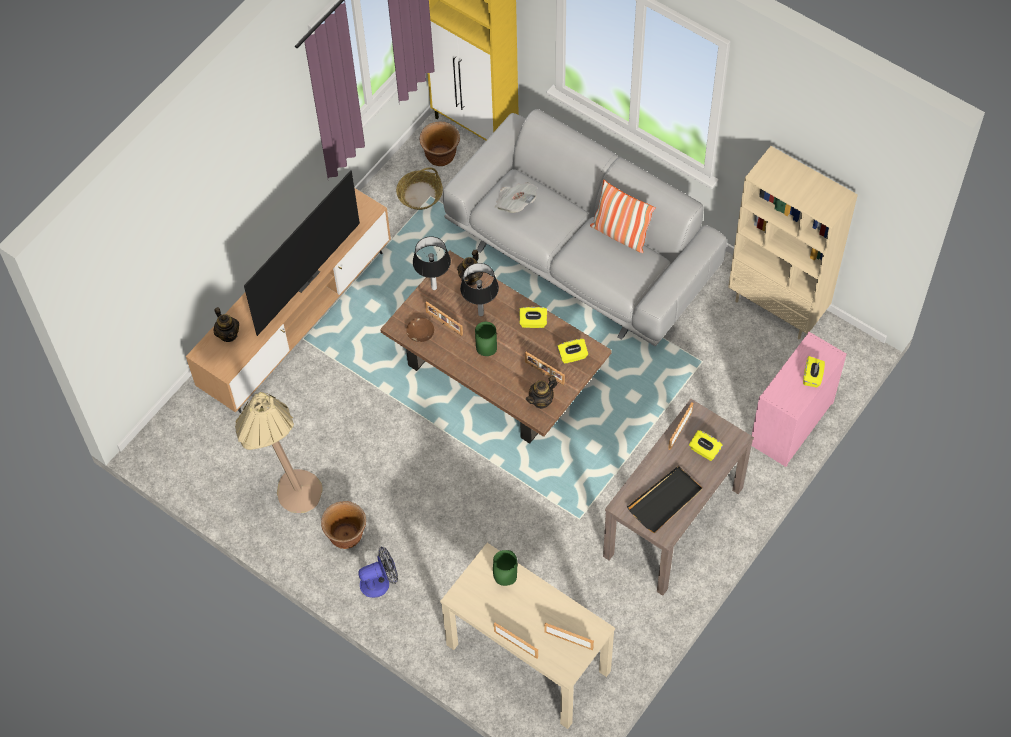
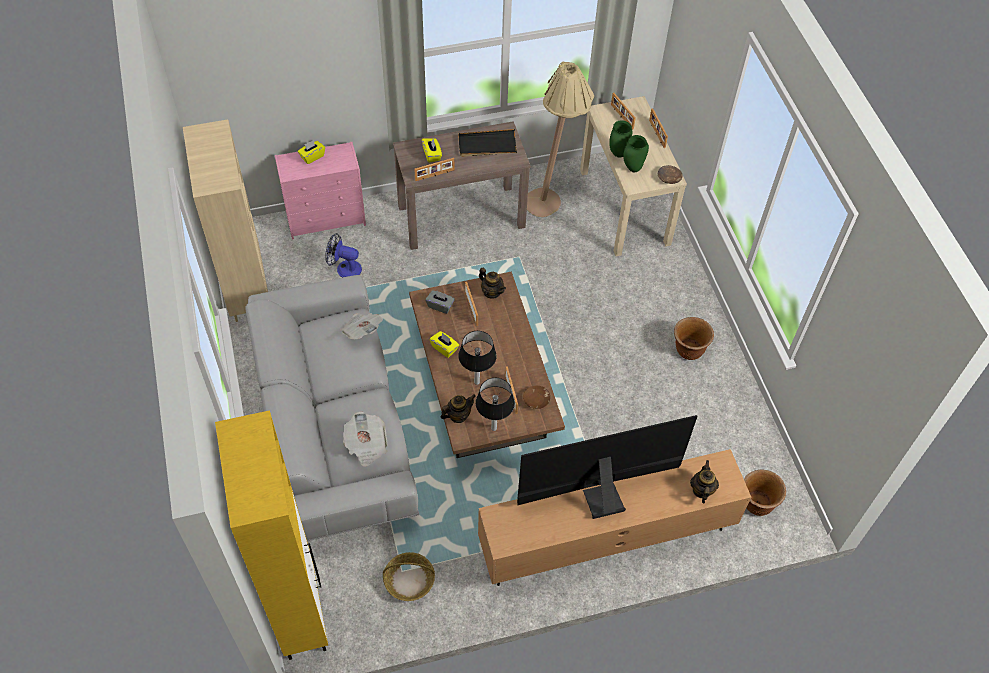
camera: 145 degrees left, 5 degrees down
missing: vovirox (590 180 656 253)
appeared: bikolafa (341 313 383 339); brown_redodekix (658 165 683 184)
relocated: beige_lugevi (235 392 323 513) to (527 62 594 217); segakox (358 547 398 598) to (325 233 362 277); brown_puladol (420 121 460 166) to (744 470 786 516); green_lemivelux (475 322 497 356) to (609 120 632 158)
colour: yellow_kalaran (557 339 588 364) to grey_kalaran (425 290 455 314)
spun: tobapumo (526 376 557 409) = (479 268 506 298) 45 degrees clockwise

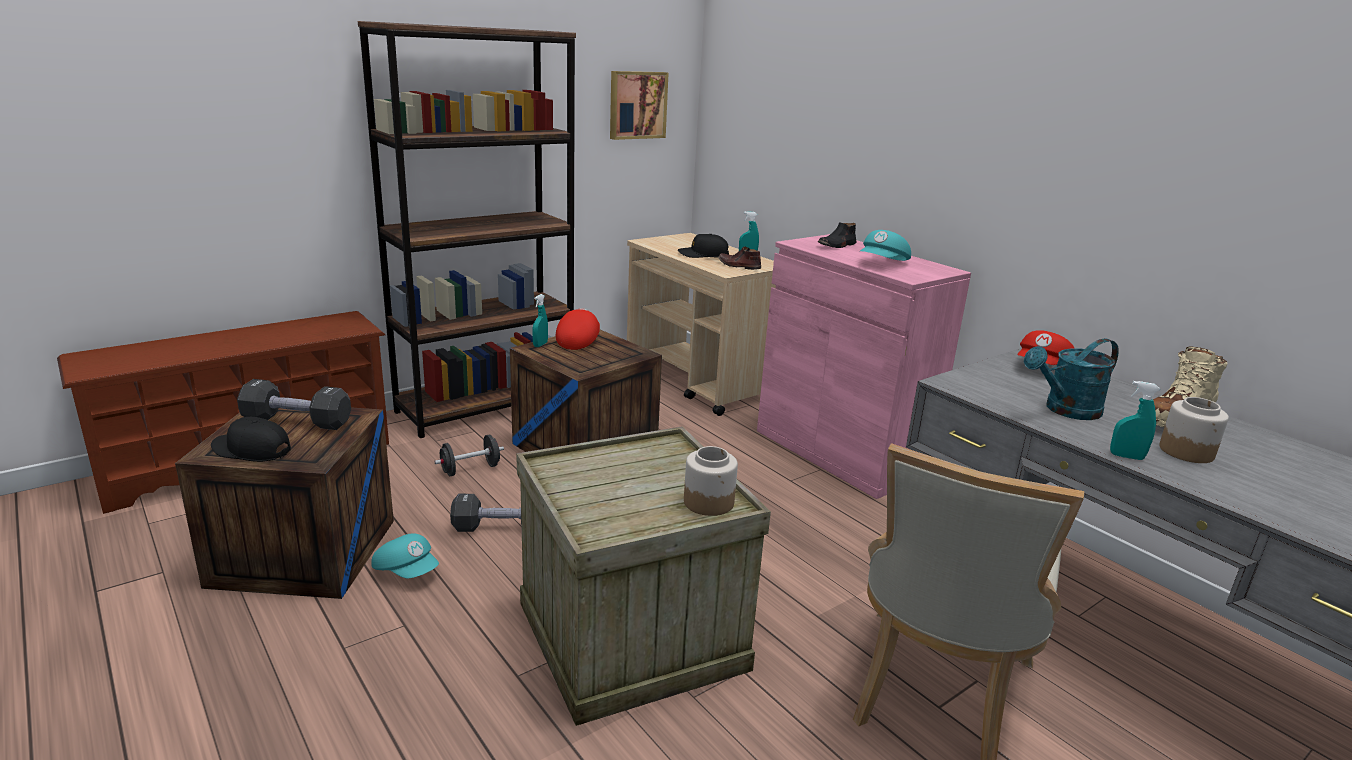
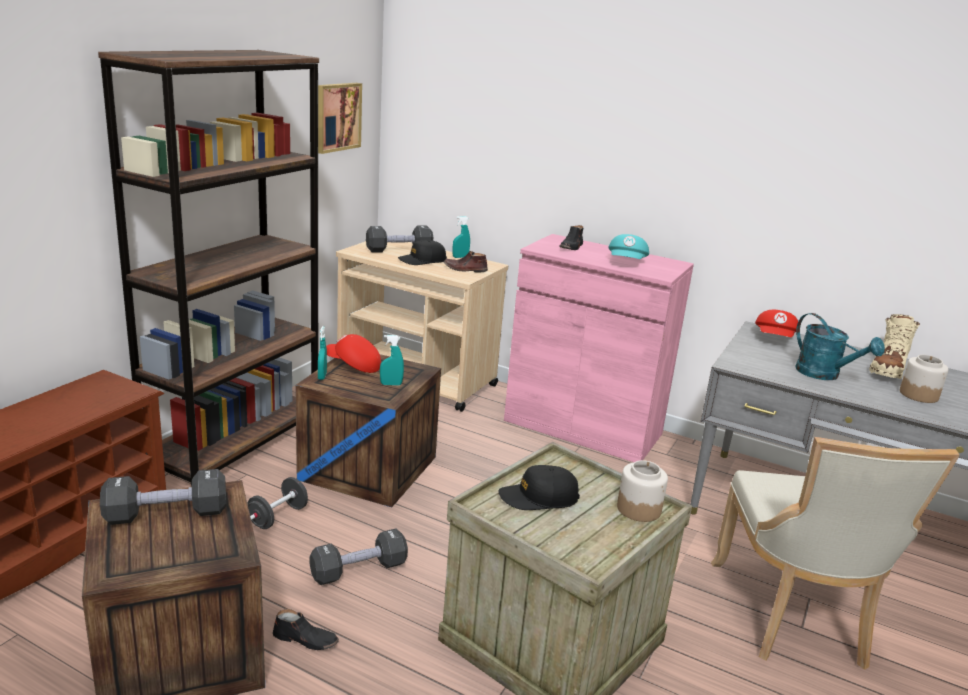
camera: 25 degrees left, 0 degrees up
appeared: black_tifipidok (366 226 433 253)
relocated: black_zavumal (211 417 291 462) to (499 465 580 510); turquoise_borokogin (1110 381 1160 460) to (380 335 404 385)
exchanged: turquoise_zavumal (371 533 439 578) to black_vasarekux (273 609 339 650)
spun: red_zavumal (555 308 600 350) = (326 334 381 373) 60 degrees counterclockwise; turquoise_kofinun (1024 338 1119 420) = (795 313 885 380) 75 degrees counterclockwise

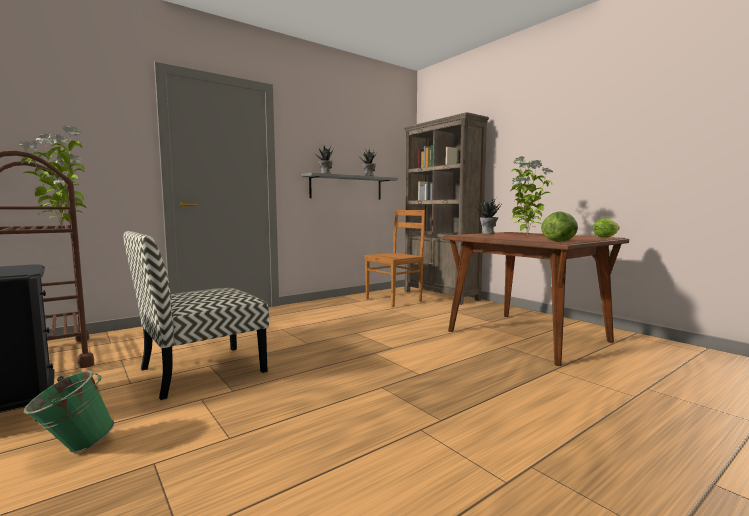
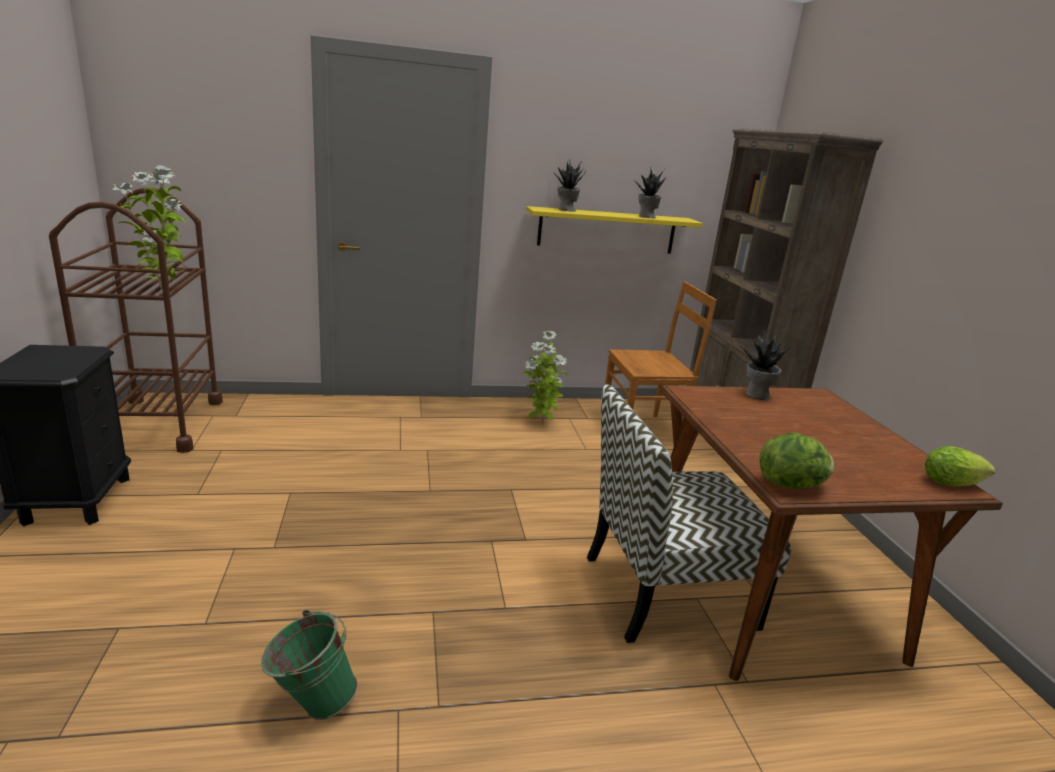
camera: 25 degrees right, 15 degrees up
relocated: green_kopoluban (24 370 114 453) to (261 610 357 720); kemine (123 231 269 400) to (587 384 791 643); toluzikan (510 156 553 235) to (523 331 567 424)
colour: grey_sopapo (301 172 398 199) to yellow_sopapo (526 206 703 254)

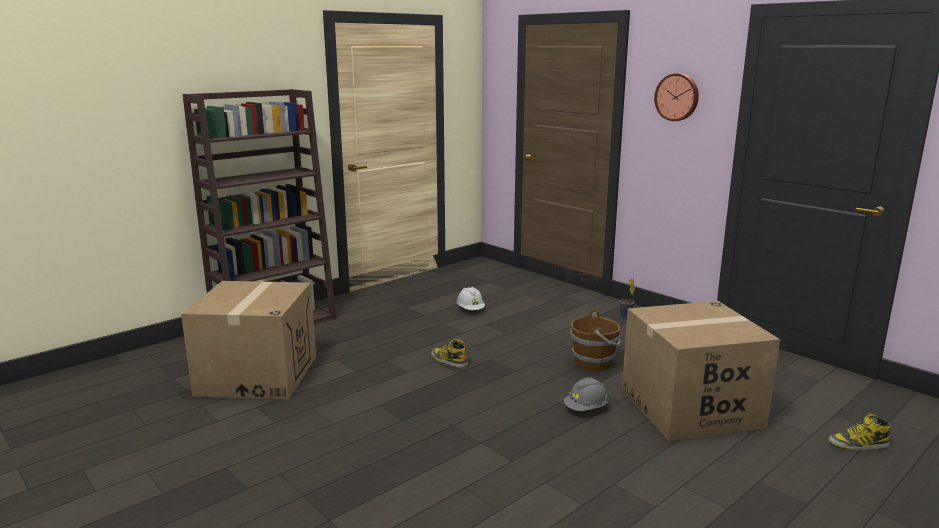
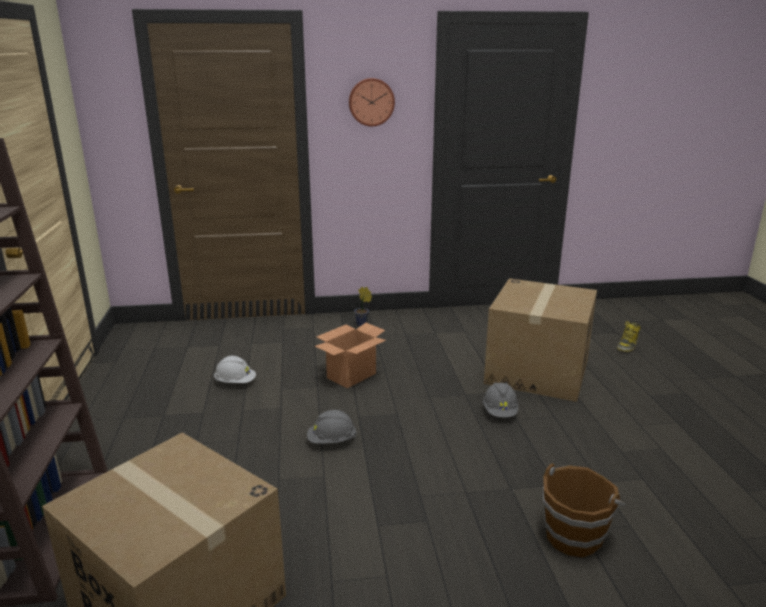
camera: 55 degrees left, 5 degrees up
appeared: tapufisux (315 323 386 388)
relocated: brown_kopoluban (571 310 621 371) to (543 463 625 558)
exchanged: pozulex (431 339 468 368) to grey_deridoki (307 410 356 443)

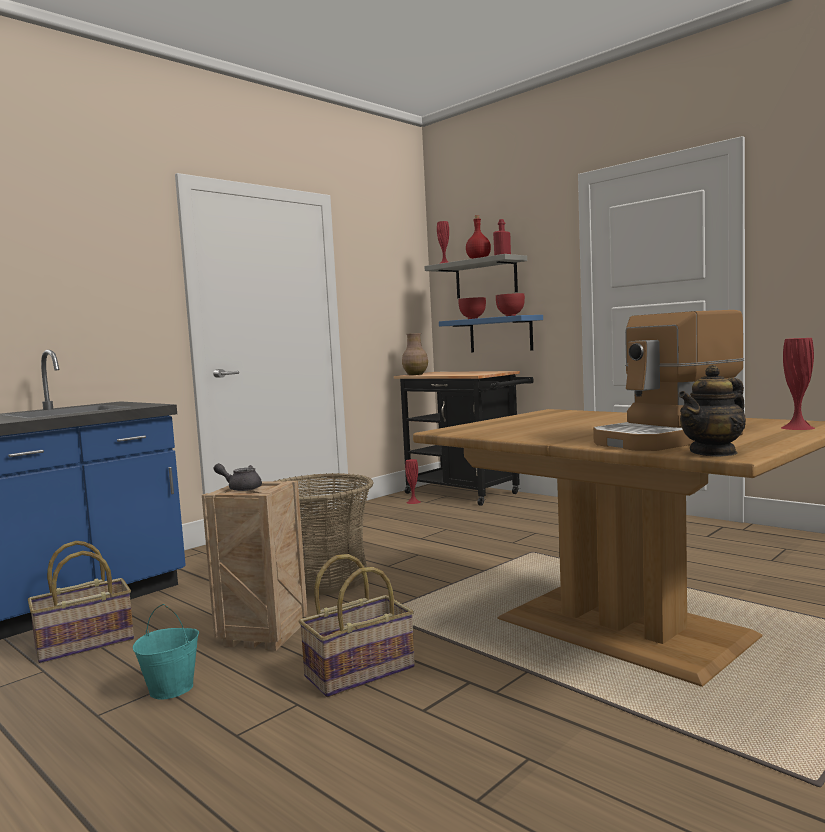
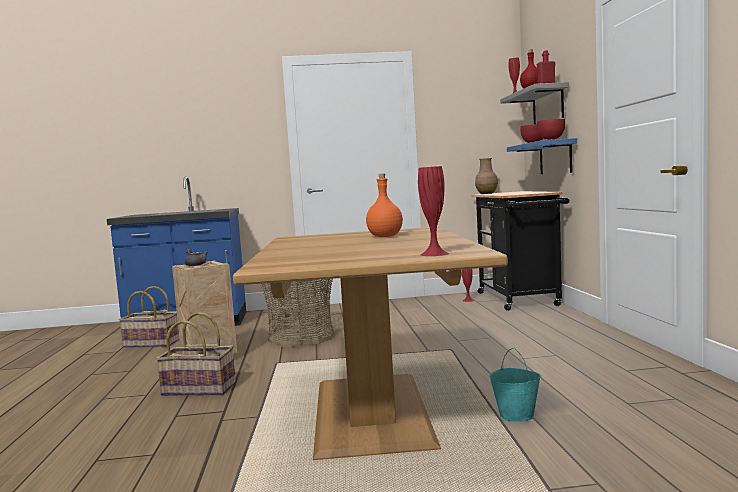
camera: 40 degrees right, 0 degrees up
missing: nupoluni (593 310 744 451); tobapumo (678 365 746 457)
appeared: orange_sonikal (366 174 403 237)
relocated: turquoise_kopoluban (133 604 199 699) to (489 348 541 422)

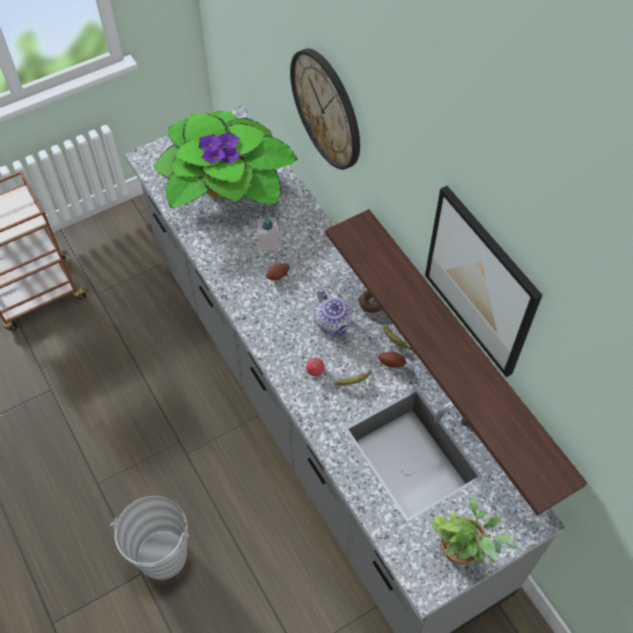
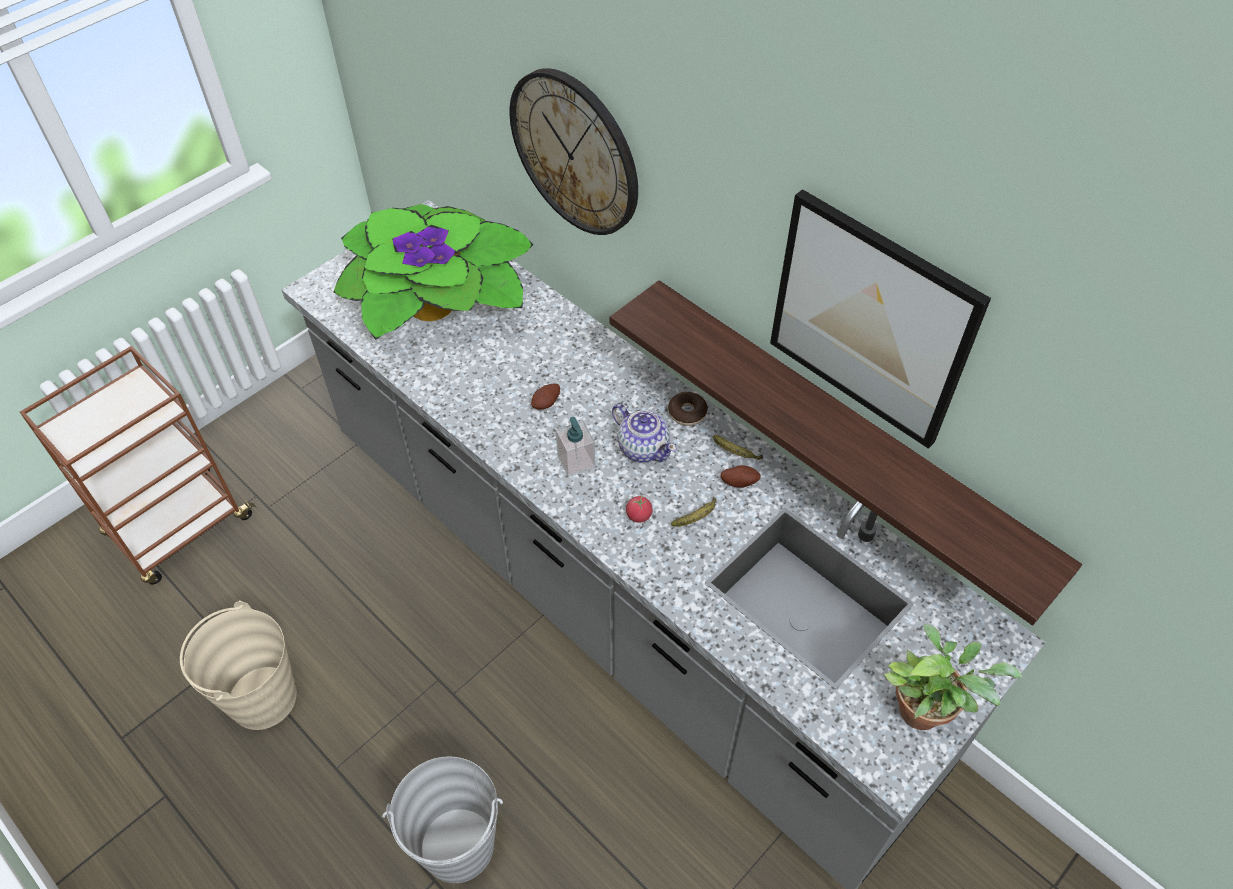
camera: 15 degrees left, 5 degrees down
appeared: beige_kopoluban (180 601 297 730)
relocated: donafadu (257 213 280 252) to (556 417 595 477)

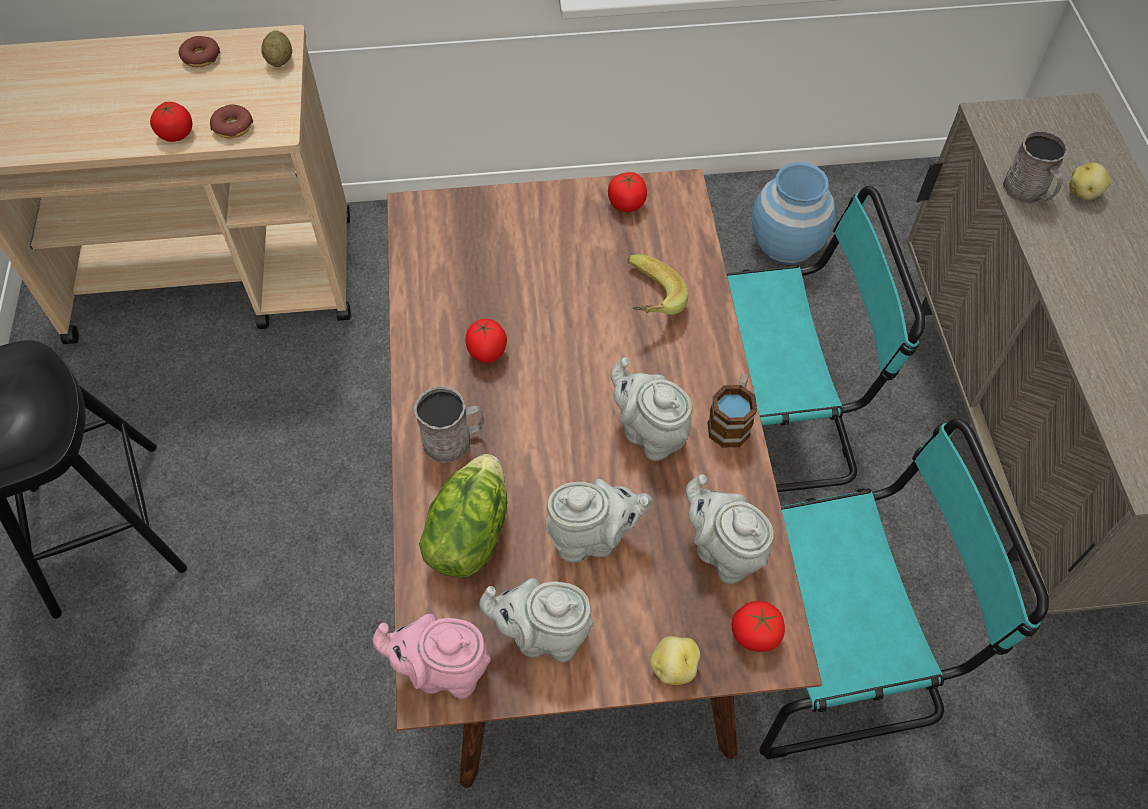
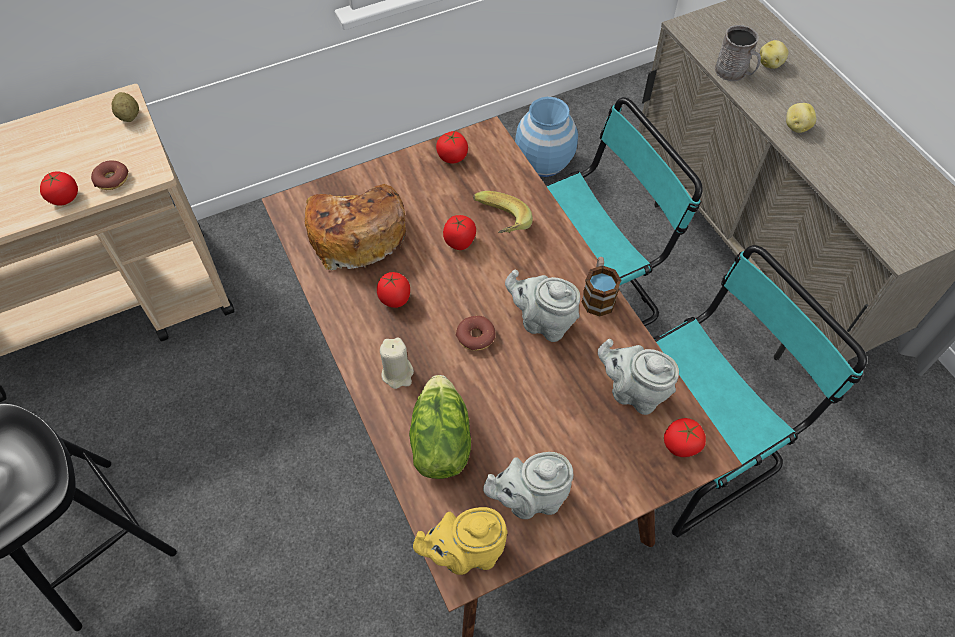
camera: 20 degrees left, 0 degrees up
missing: grey_tobapumo (545 479 653 563)
appeared: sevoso (305 184 406 270); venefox (443 215 476 250)
relocated: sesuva (179 36 220 67) to (456 316 495 351); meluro (650 636 700 685) to (786 103 816 133)
exchanged: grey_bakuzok (414 386 484 463) to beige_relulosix (380 338 414 389)
colour: pink_tobapumo (373 614 491 699) to yellow_tobapumo (413 507 508 575)

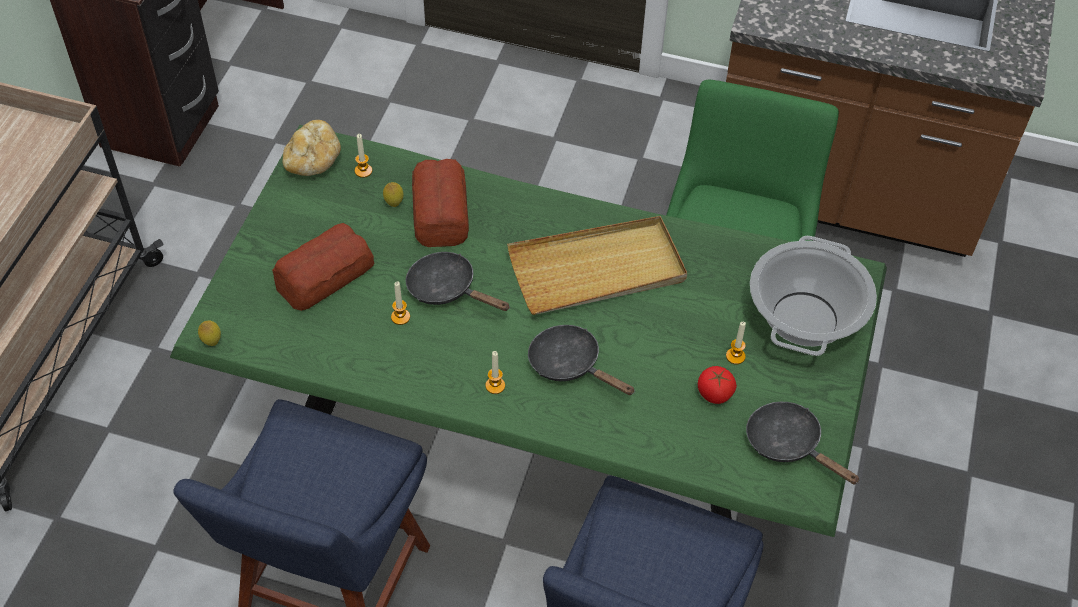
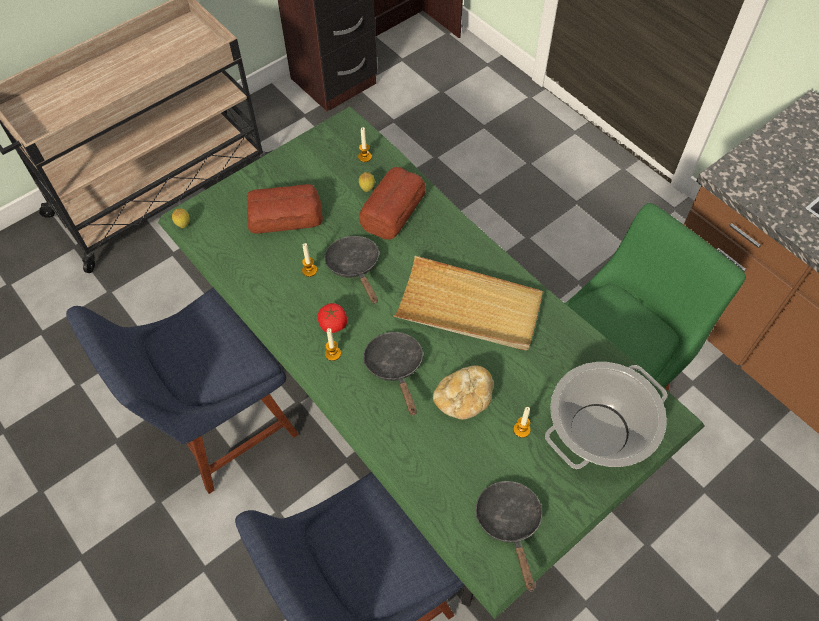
camera: 35 degrees right, 5 degrees up
relocated: sevoso (282 120 341 176) to (433 366 493 420); venefox (698 366 737 404) to (318 303 347 333)

